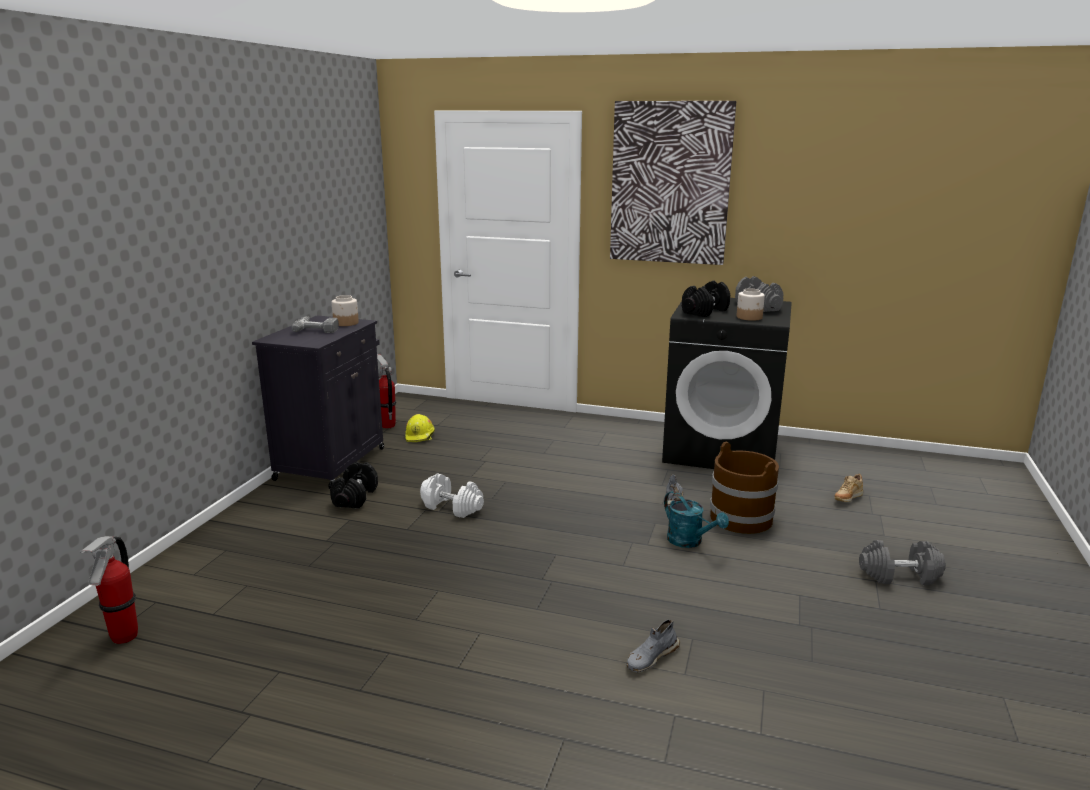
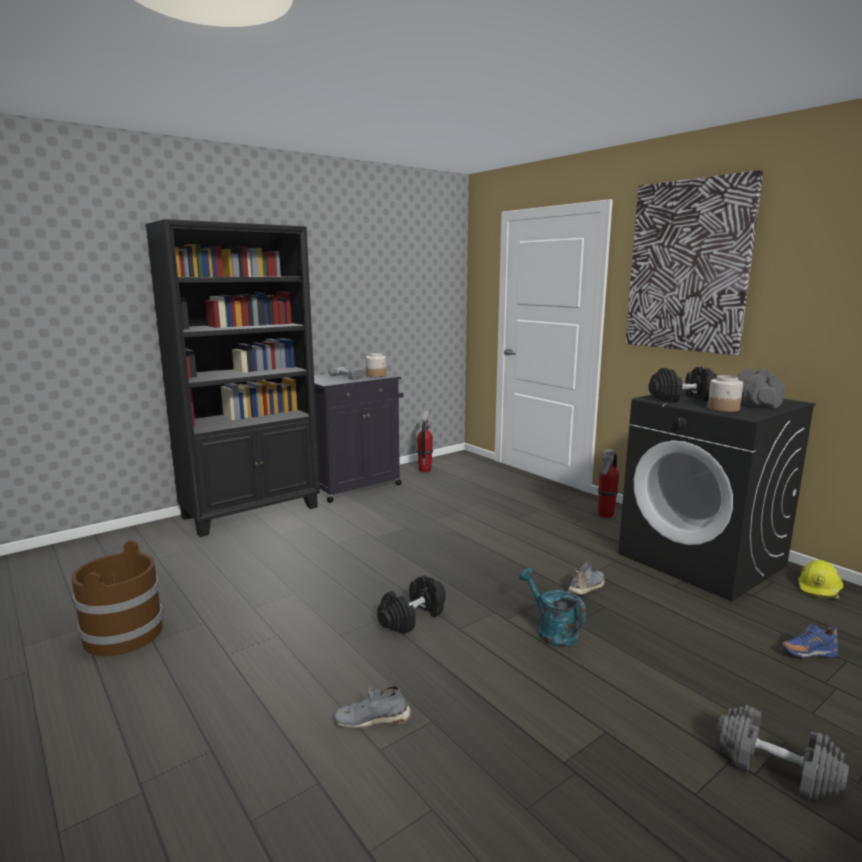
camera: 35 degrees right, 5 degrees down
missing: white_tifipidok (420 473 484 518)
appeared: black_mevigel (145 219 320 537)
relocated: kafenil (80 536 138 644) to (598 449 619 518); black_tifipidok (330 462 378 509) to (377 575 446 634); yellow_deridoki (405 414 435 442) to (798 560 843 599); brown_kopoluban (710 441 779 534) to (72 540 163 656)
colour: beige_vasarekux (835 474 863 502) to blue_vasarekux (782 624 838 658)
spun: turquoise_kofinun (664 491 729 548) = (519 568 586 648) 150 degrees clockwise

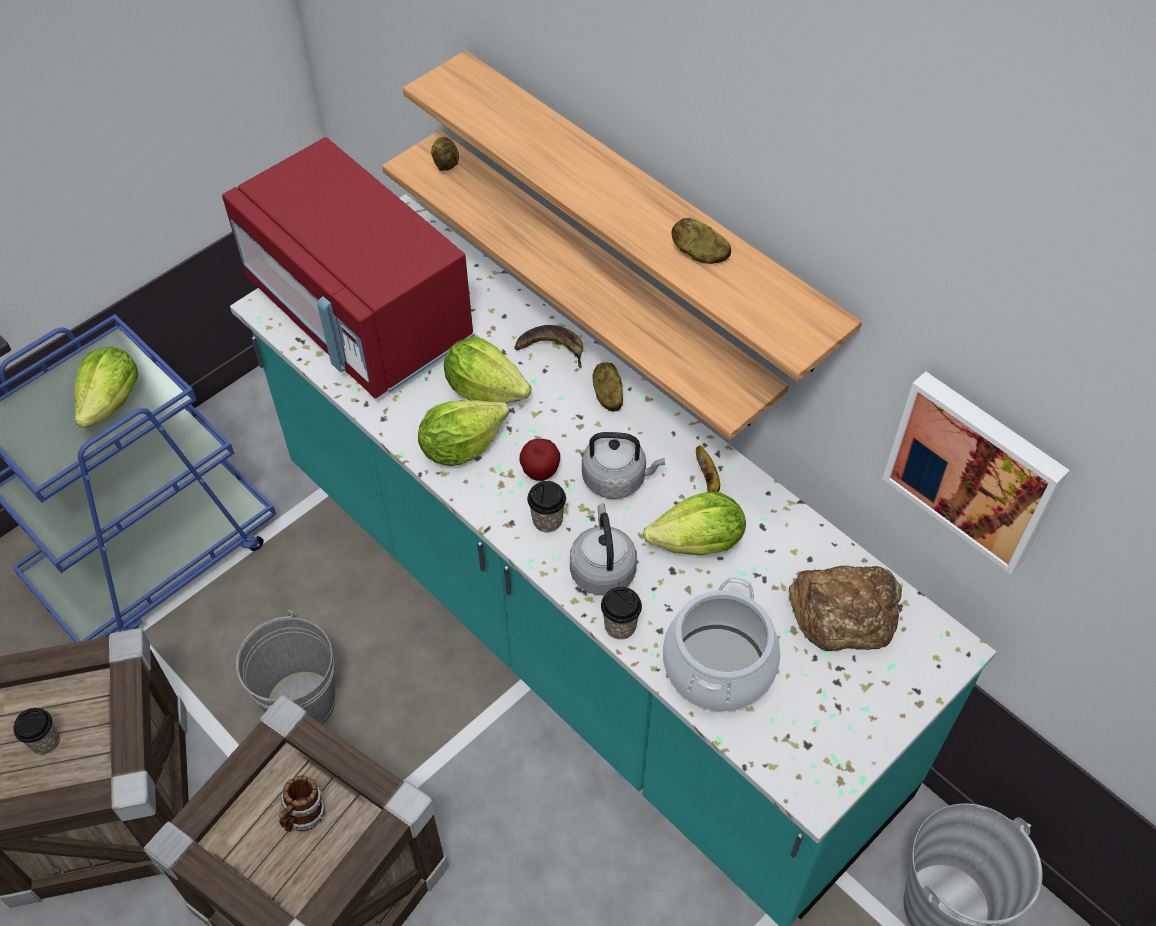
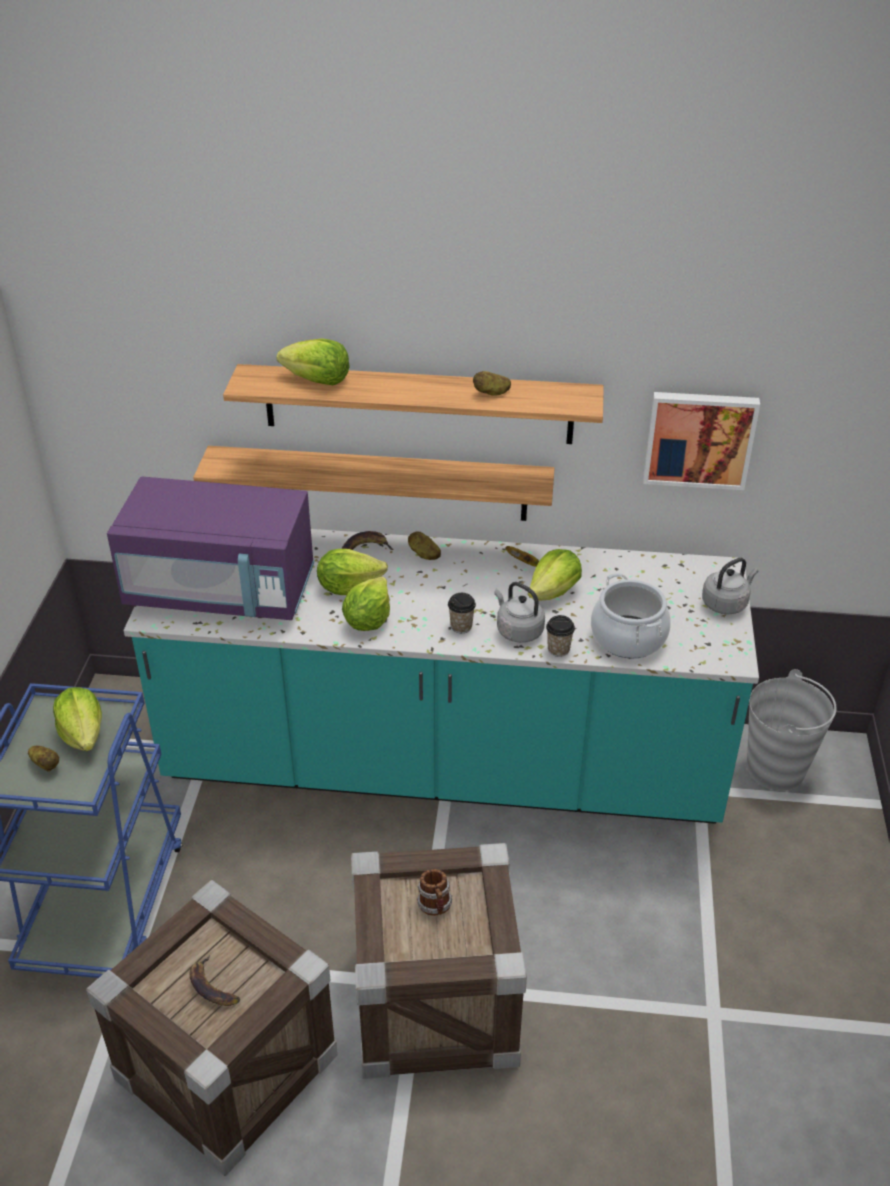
camera: 40 degrees left, 15 degrees down
missing: grey_kopoluban (236 610 336 725); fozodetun (519 439 560 481); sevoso (789 566 902 651)
appeared: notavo (276 338 350 385)
relocated: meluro (431 137 459 171) to (28 745 59 772); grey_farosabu (582 432 665 499) to (702 558 758 614)
exchanged: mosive (14 708 60 755) to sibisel (190 955 240 1006)
colour: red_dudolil (222 137 475 398) to purple_dudolil (107 477 314 620)

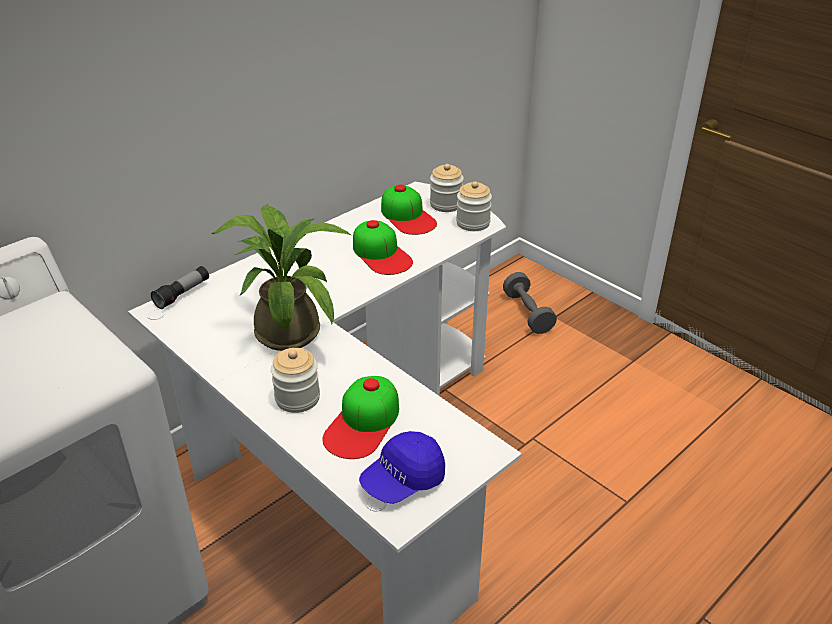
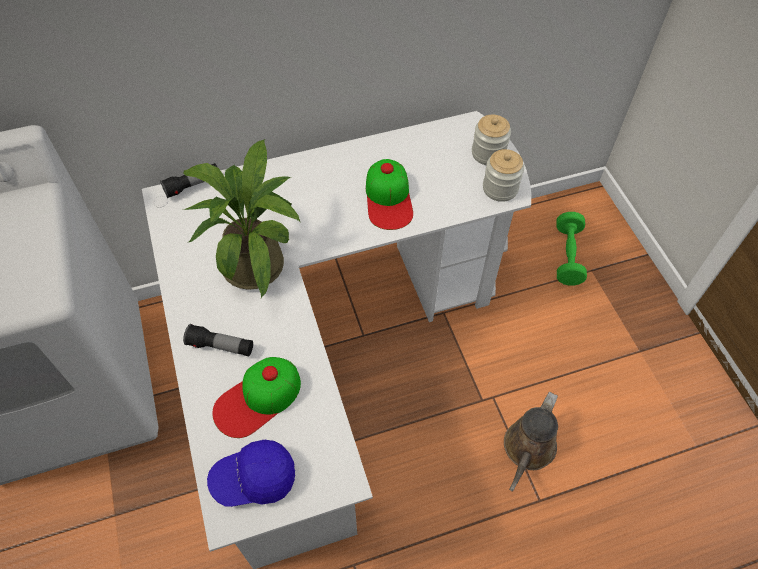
camera: 25 degrees right, 20 degrees up
missing: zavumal (381 185 437 235)
appeared: brown_kofinun (504 392 558 492)
exchanged: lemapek (271 348 320 413) to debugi (183 324 253 357)
colour: grey_tifipidok (503 272 557 334) to green_tifipidok (557 212 587 286)

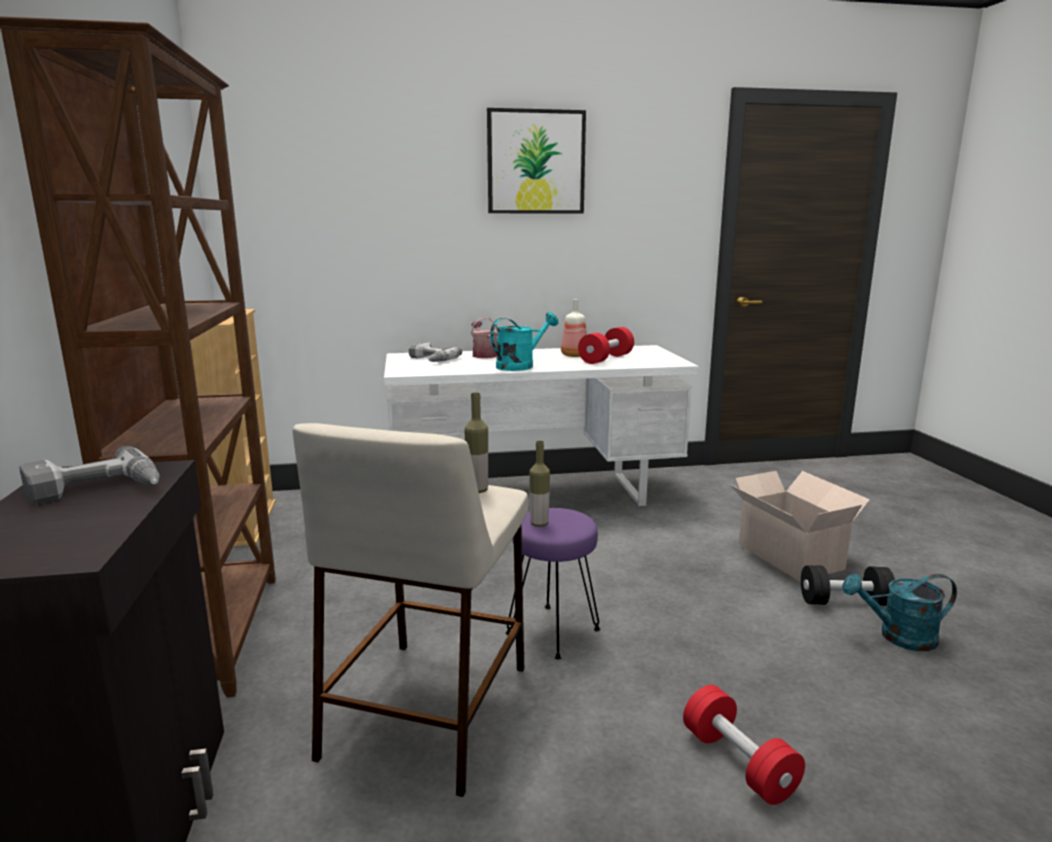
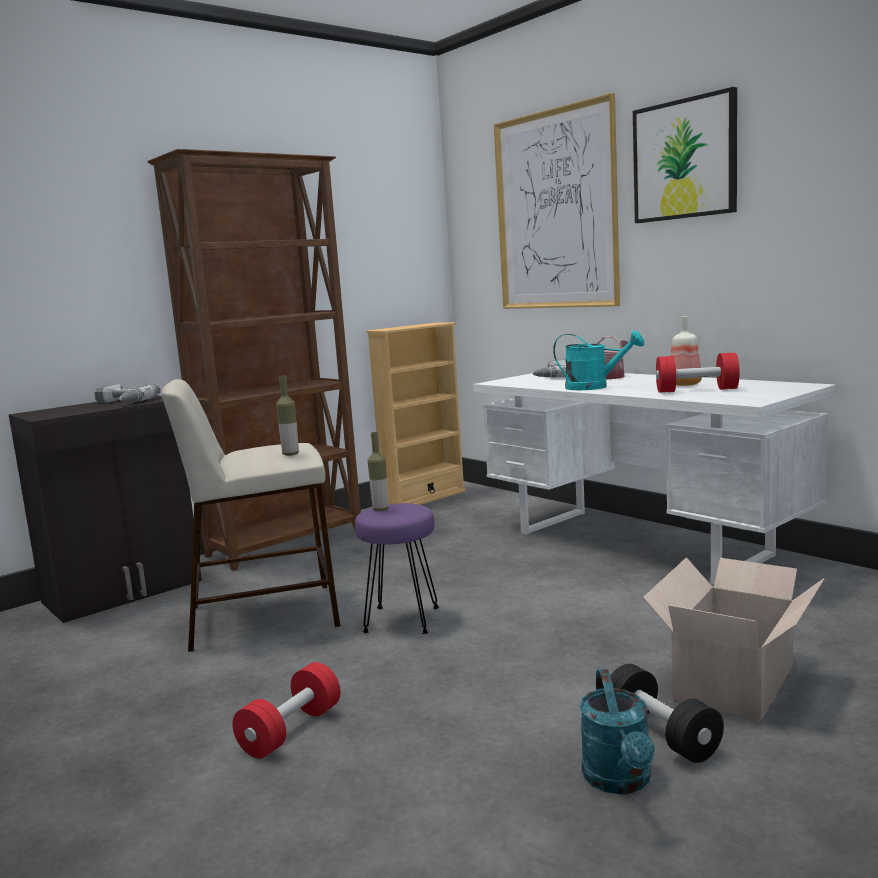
camera: 60 degrees right, 5 degrees down
appeared: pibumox (494 93 620 309)
spun: turquoise_kofinun (842 574 957 651) = (580 669 655 794) 150 degrees counterclockwise

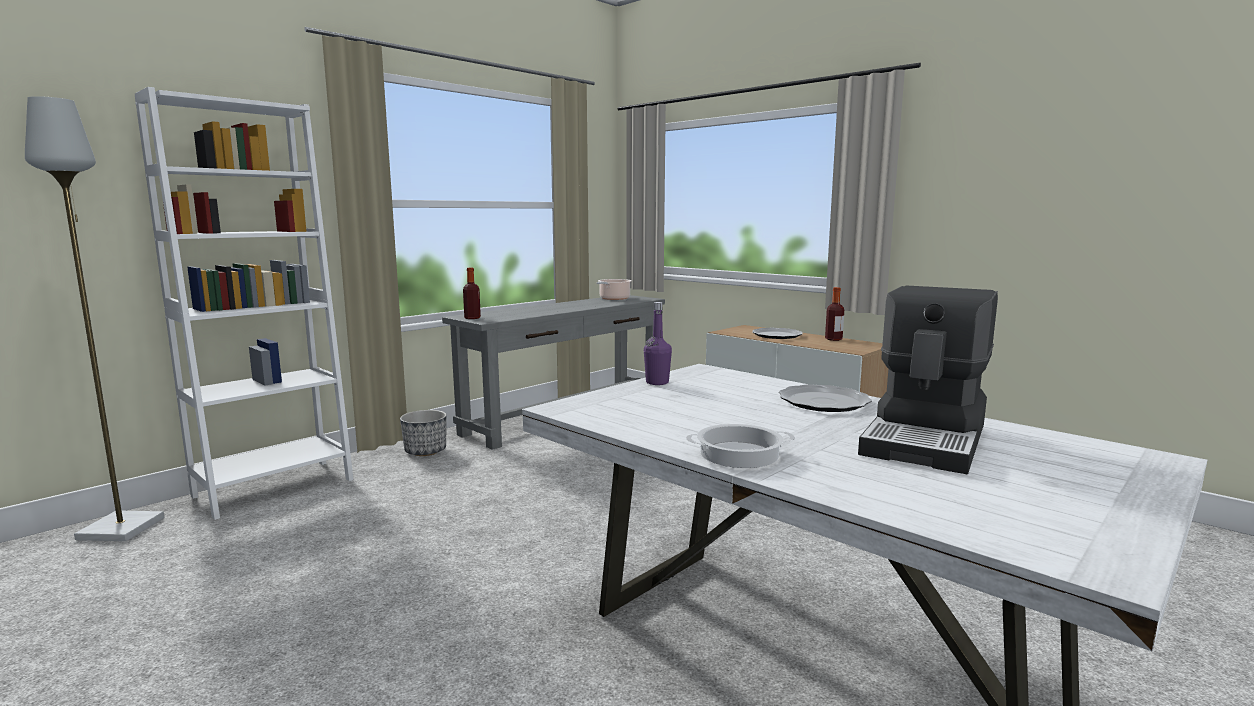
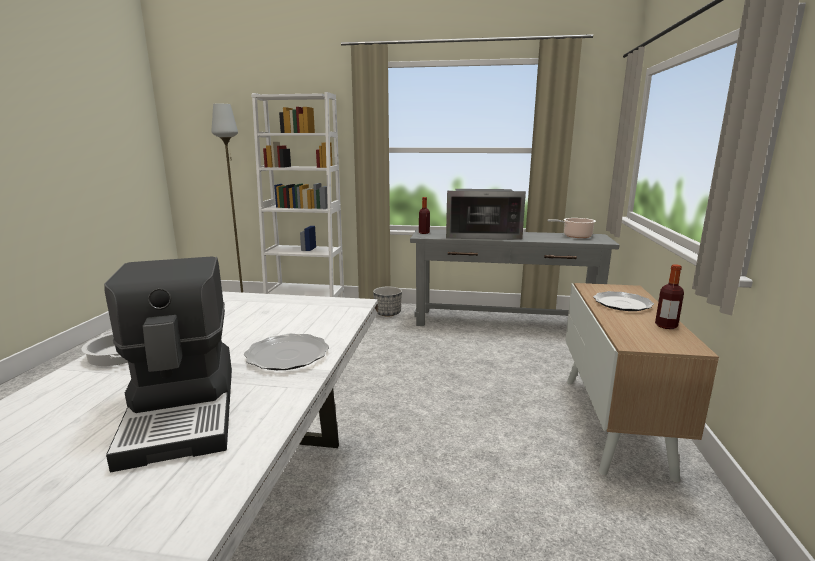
camera: 55 degrees right, 5 degrees up
missing: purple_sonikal (644 302 672 385)
appeared: dudolil (446 189 526 240)
spun: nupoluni (858 285 998 474) = (104 256 232 472) 105 degrees counterclockwise

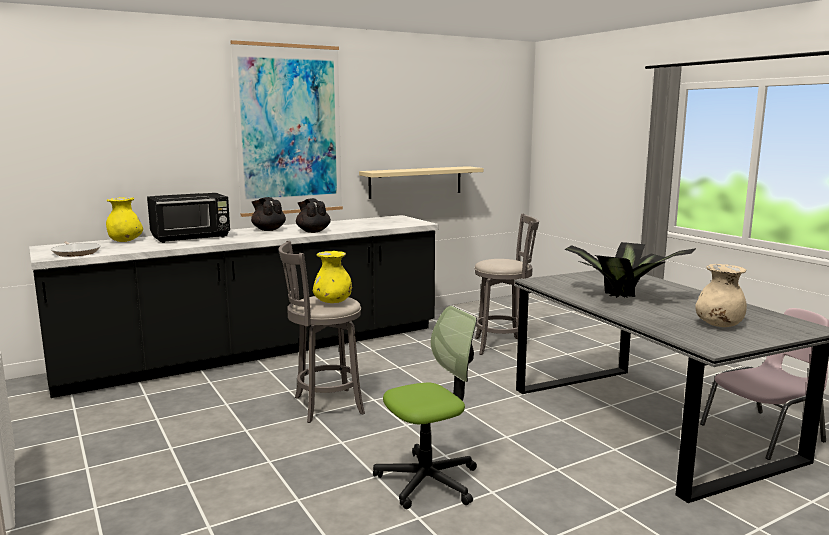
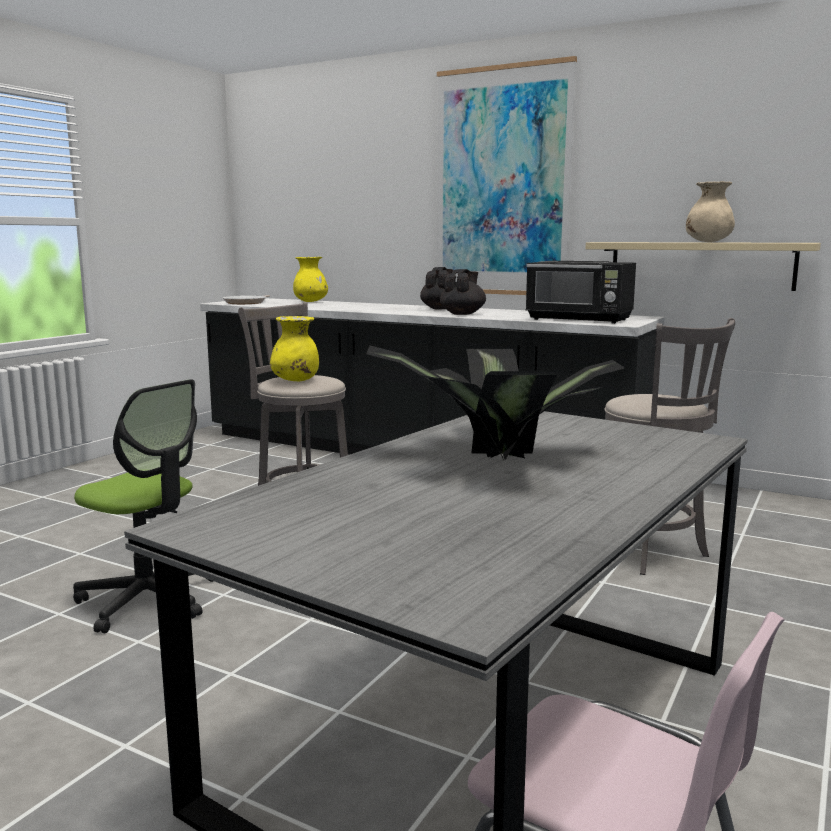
camera: 60 degrees right, 0 degrees up
relocated: black_dudolil (147 193 230 243) to (526 261 636 324); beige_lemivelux (695 264 747 327) to (686 181 735 242)

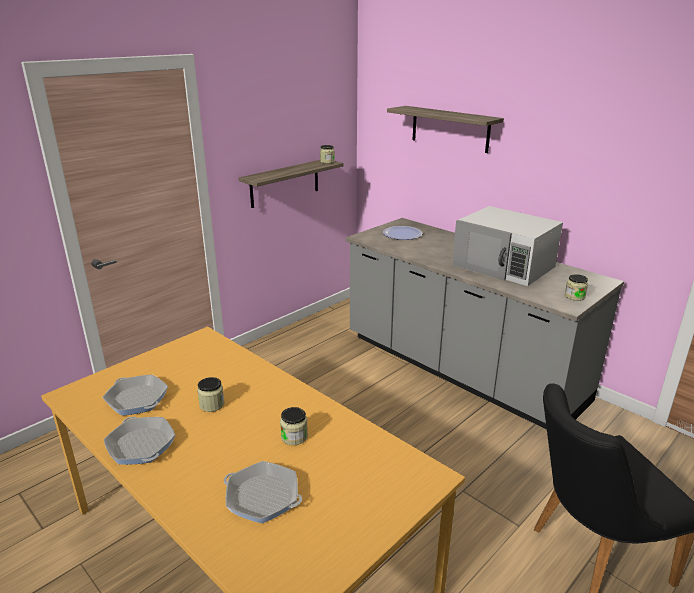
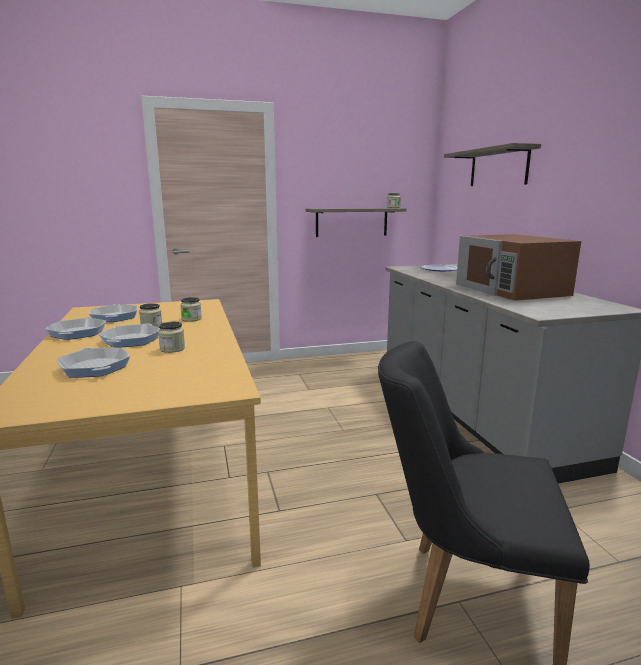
camera: 30 degrees right, 10 degrees down
appeared: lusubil (98 323 160 347)
relocated: lemapek (565 274 588 301) to (180 297 202 322)
colour: white_dudolil (452 206 563 286) to brown_dudolil (456 234 581 301)

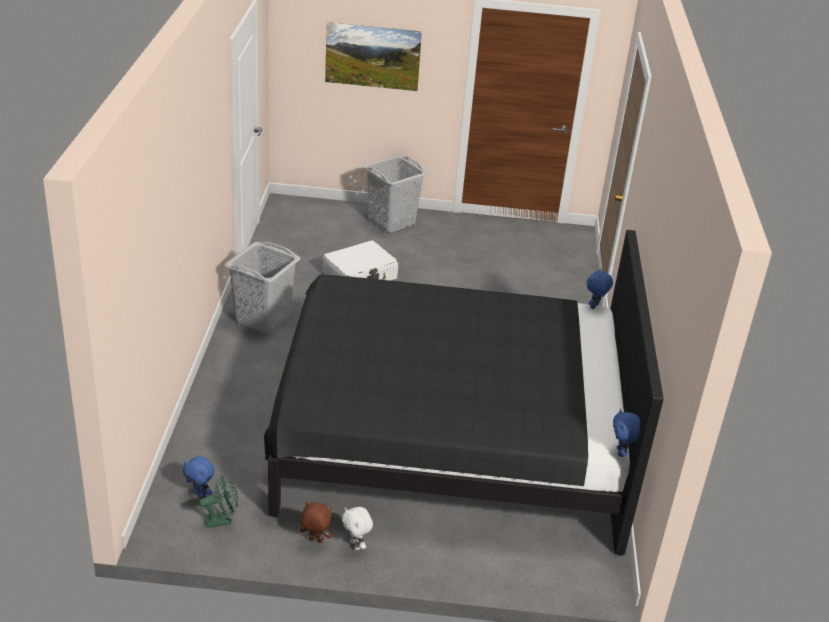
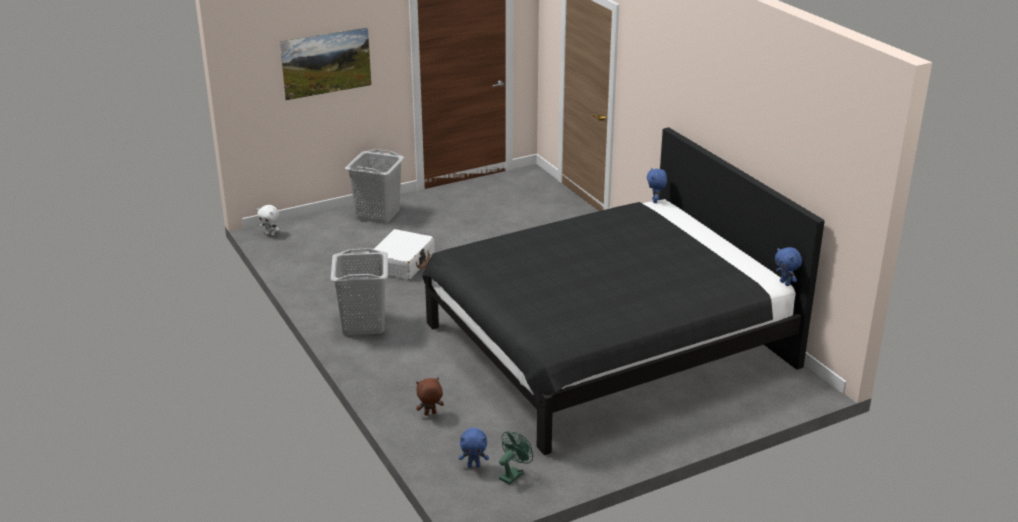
camera: 30 degrees left, 5 degrees down
relocated: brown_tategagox (300 501 332 543) to (416 377 444 416); white_tategagox (342 507 373 550) to (257 205 279 236)

